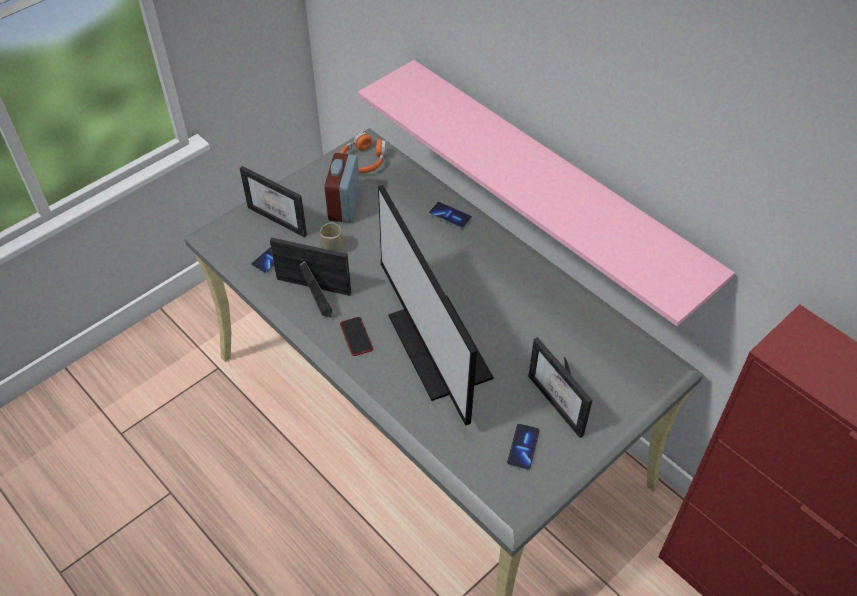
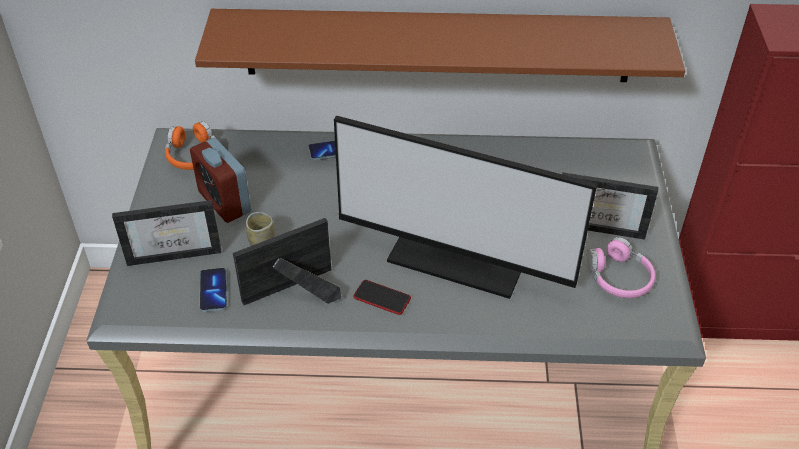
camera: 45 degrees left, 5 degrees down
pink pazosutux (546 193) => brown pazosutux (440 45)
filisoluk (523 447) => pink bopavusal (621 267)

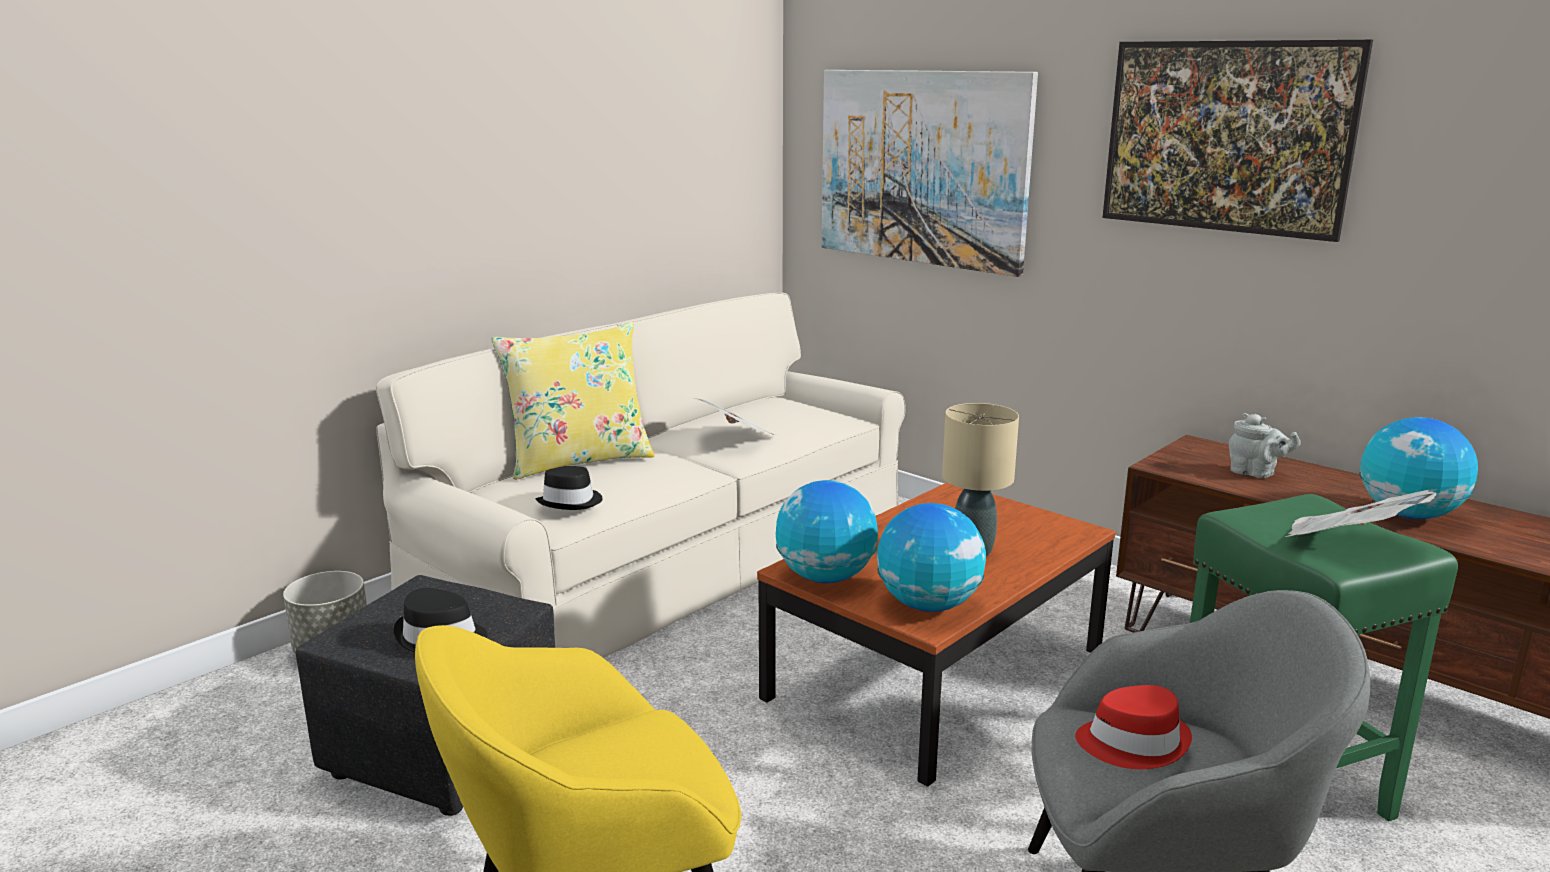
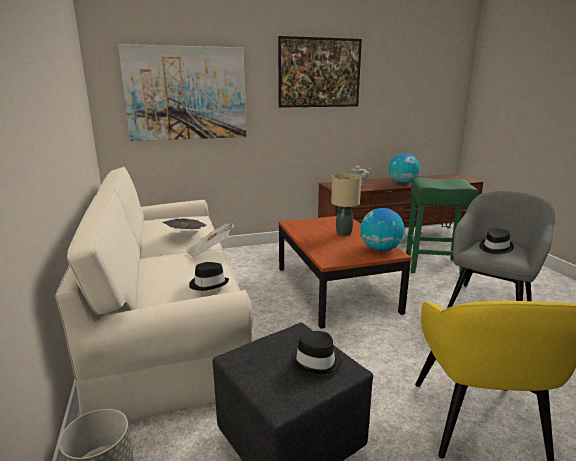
camera: 60 degrees left, 0 degrees up
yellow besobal (573 401) => nothing
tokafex (827 531) => nothing
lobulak (1361 513) => lobulak (210 240), shifted
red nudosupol (1133 727) => black nudosupol (496 241)

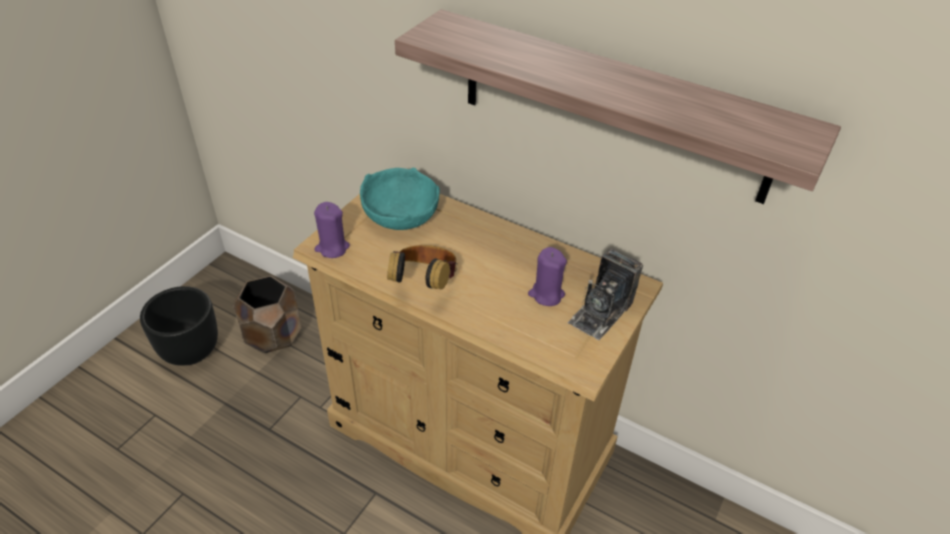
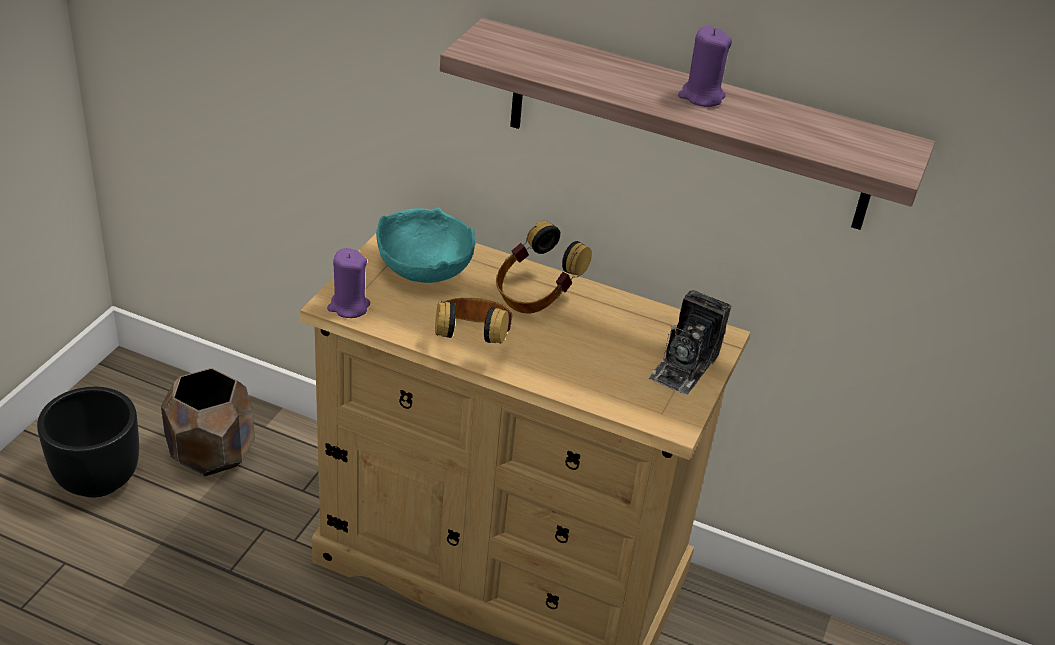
camera: 10 degrees left, 5 degrees down
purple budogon (547 276) => purple budogon (705 66), shifted
nothing => bopavusal (544 267)

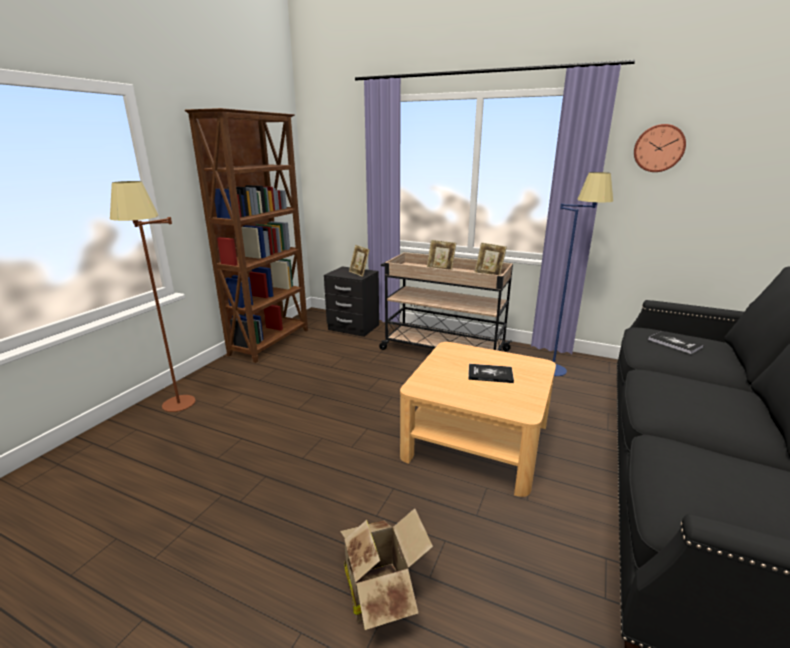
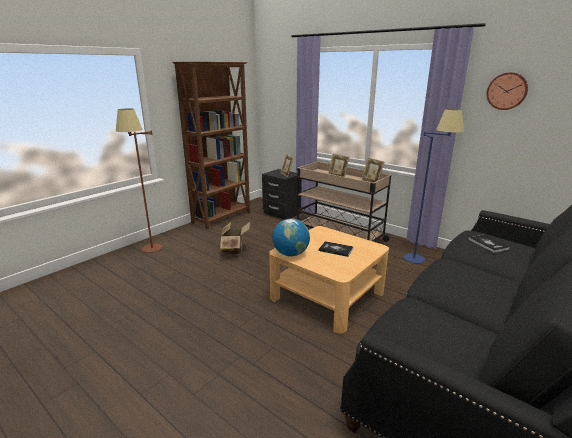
camera: 15 degrees right, 0 degrees up
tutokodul (386 569) => tutokodul (235 238), shifted
nothing => tokafex (291 237)

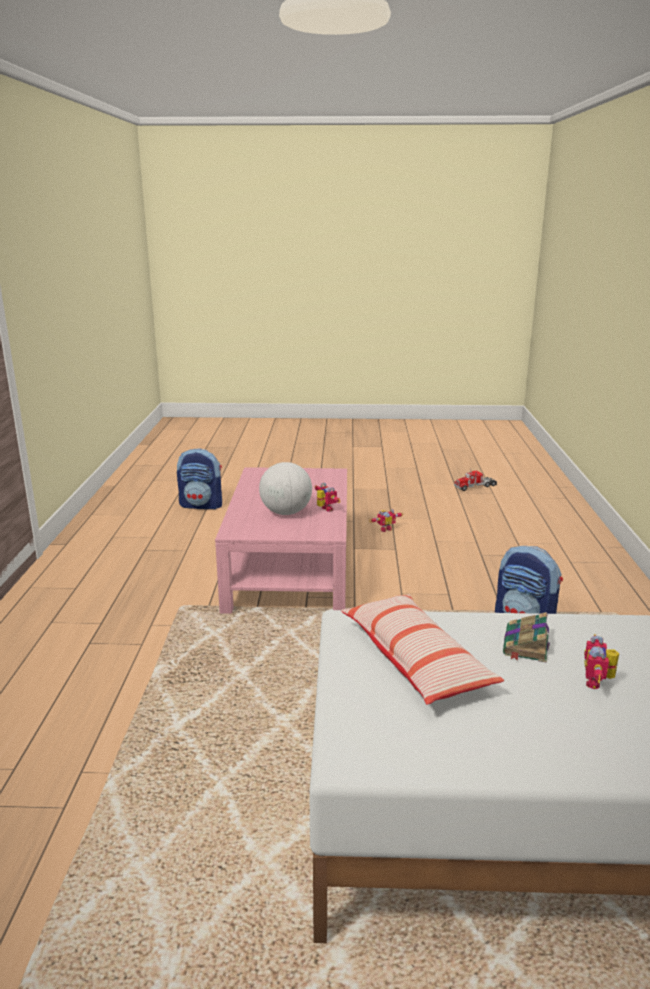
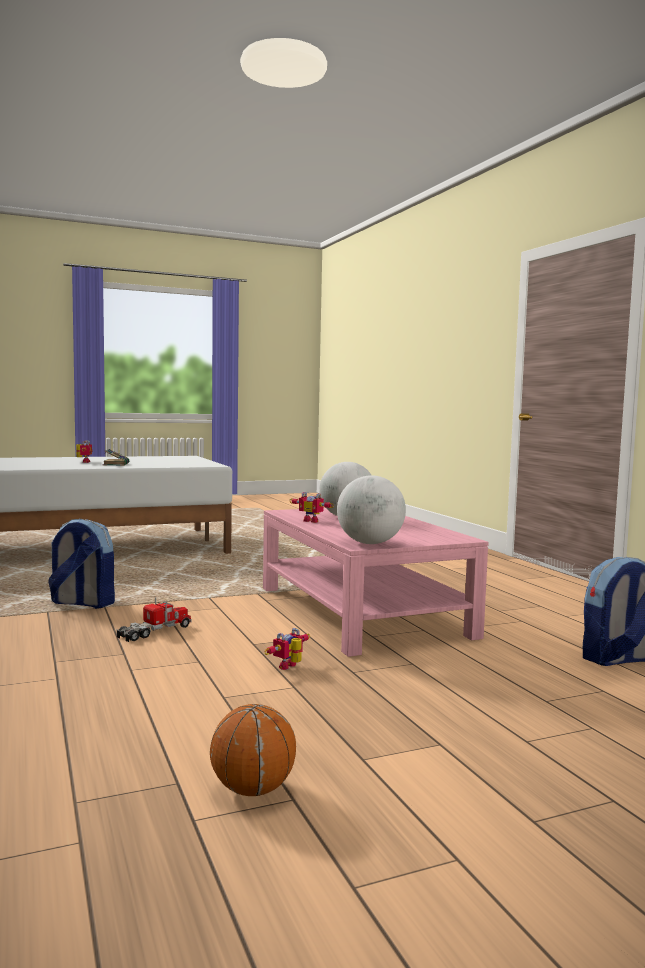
camera: 155 degrees right, 15 degrees down
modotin (475 479) => modotin (154 619), shifted
besobal (422 649) => nothing
nothing => tokafex (371 509)
nothing => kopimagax (253 750)

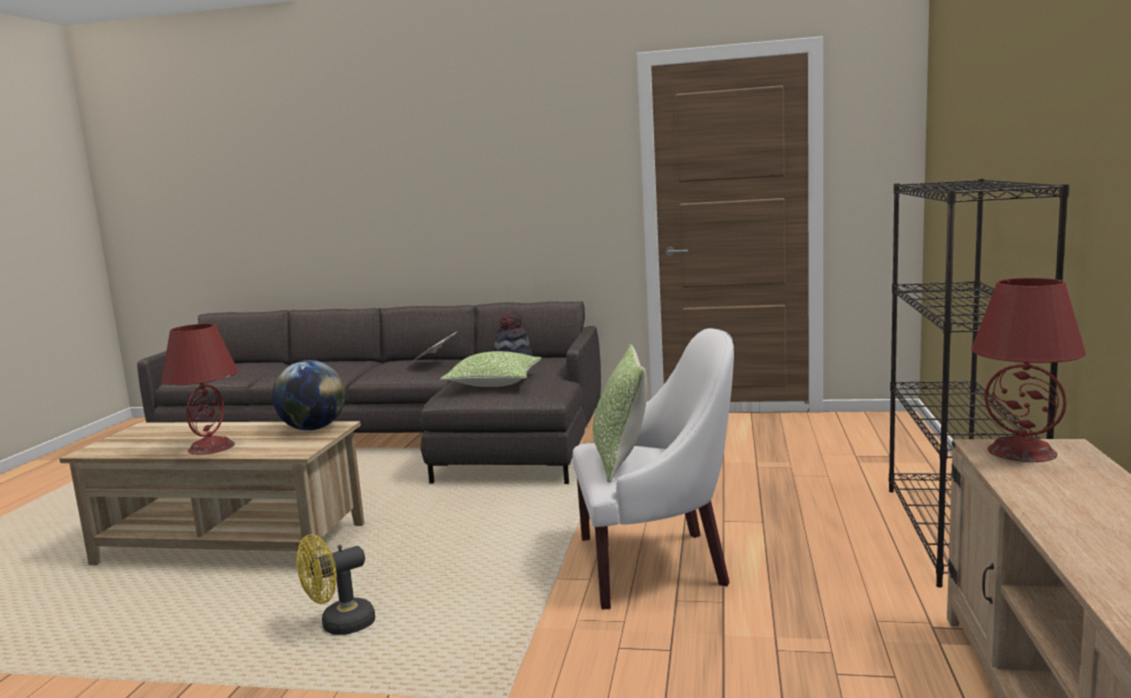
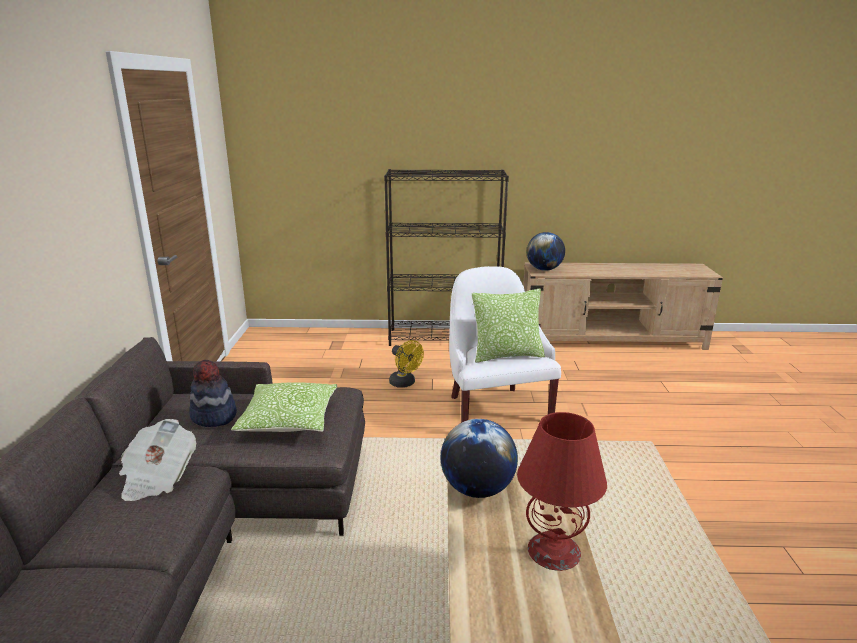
camera: 100 degrees left, 10 degrees up
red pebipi (1028 370) => tokafex (546 251)
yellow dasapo (335 584) => yellow dasapo (406 364), shifted

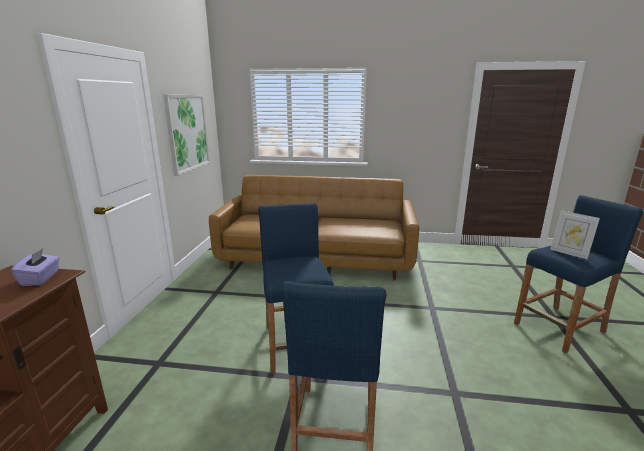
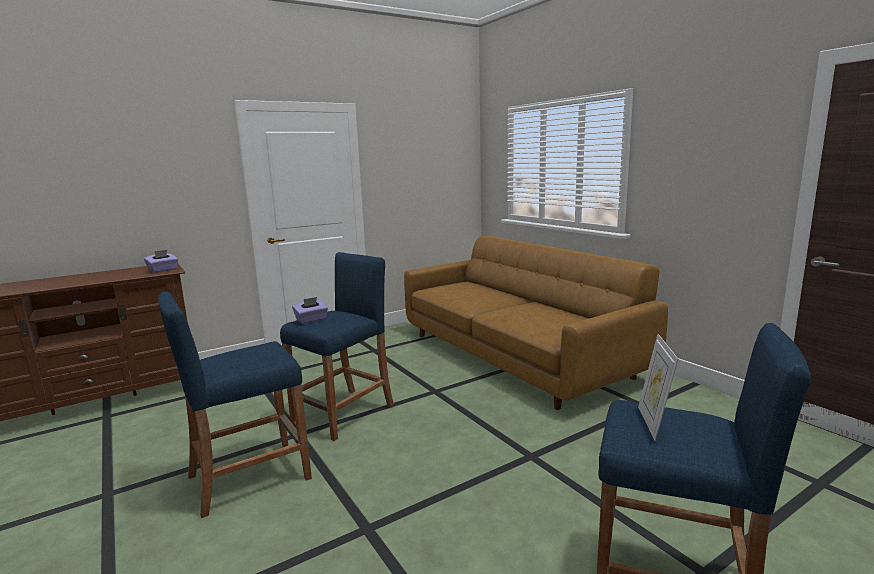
camera: 50 degrees right, 5 degrees down
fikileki (186 135) => nothing
nothing => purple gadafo (310 310)

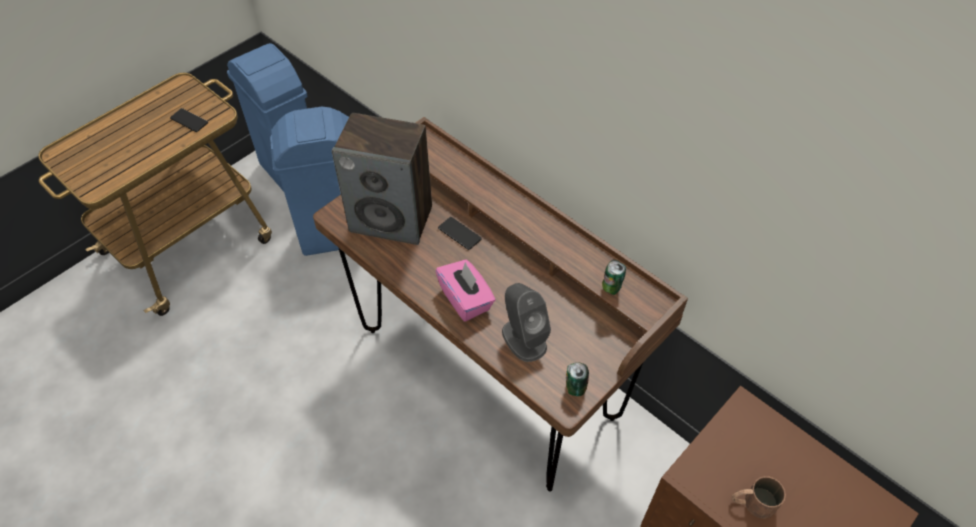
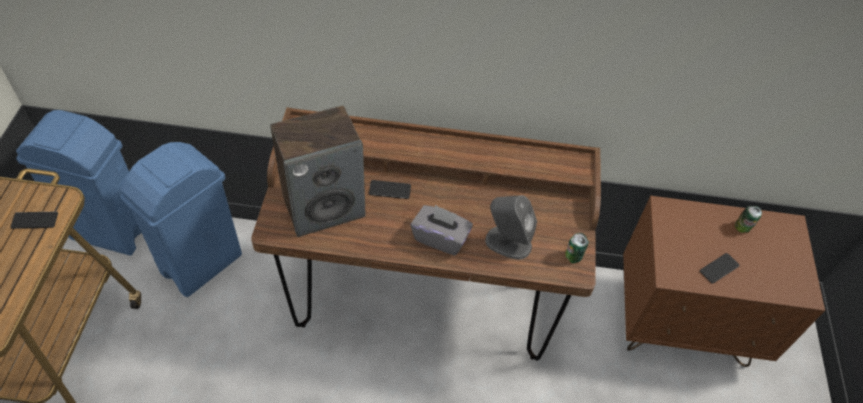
camera: 40 degrees left, 0 degrees up
pink gadafo (466 291) => grey gadafo (442 230)
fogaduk (614 277) => fogaduk (748 219), shifted
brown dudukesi (758 497) => filisoluk (720 268)

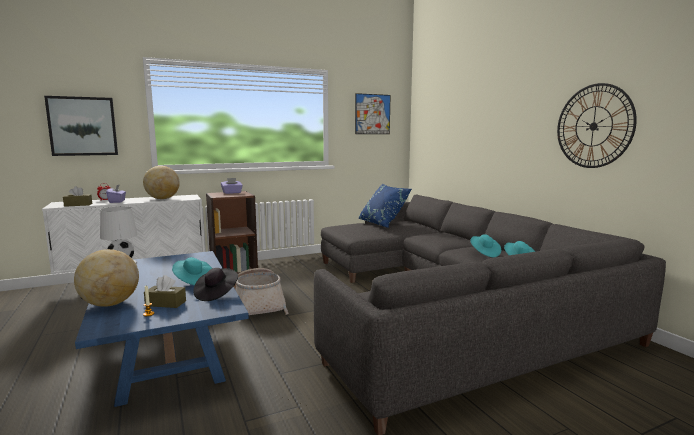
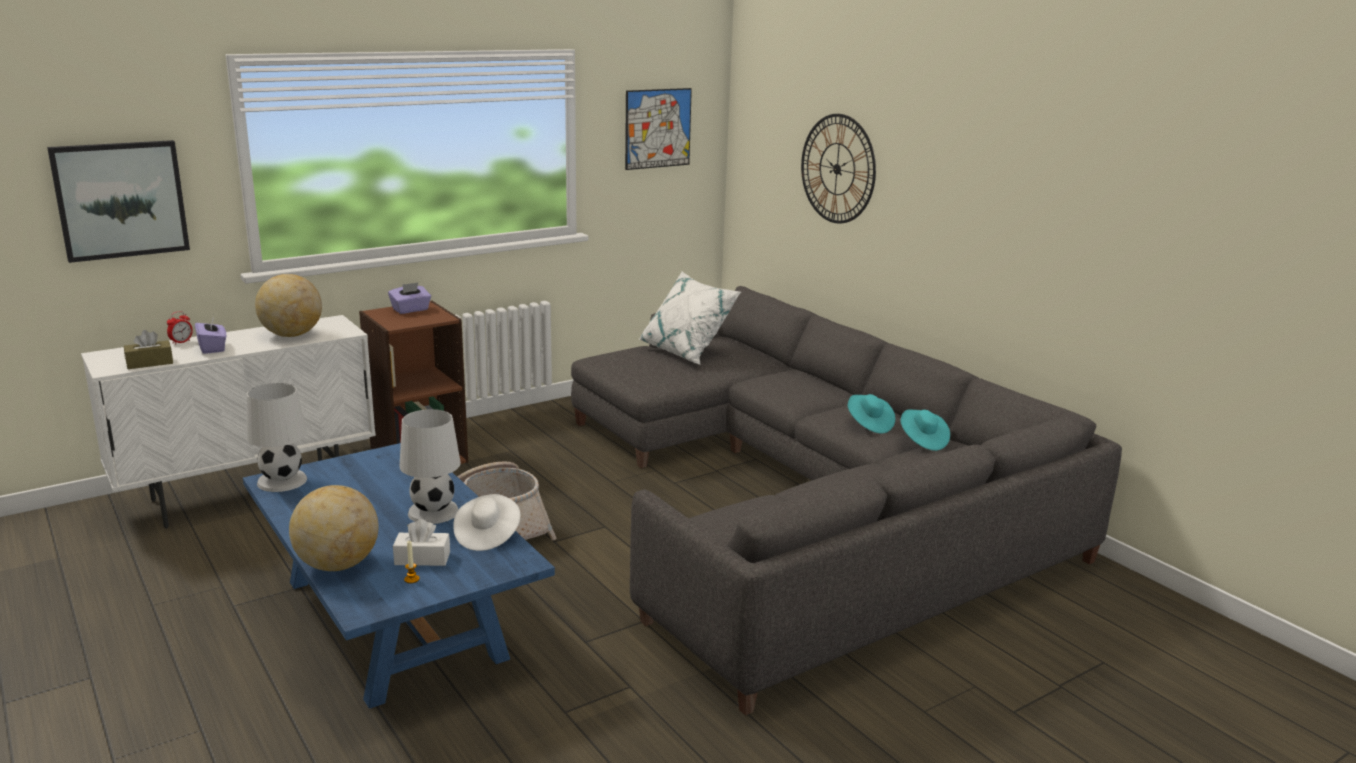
camera: 10 degrees left, 10 degrees up
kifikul (597 125) => kifikul (838 169), shifted
blue besobal (385 206) => white besobal (689 318)
turquoise nudosupol (192 271) => white pebipi (430 466)
black nudosupol (215 284) => white nudosupol (486 522)
brown gadafo (165 291) => white gadafo (421 542)

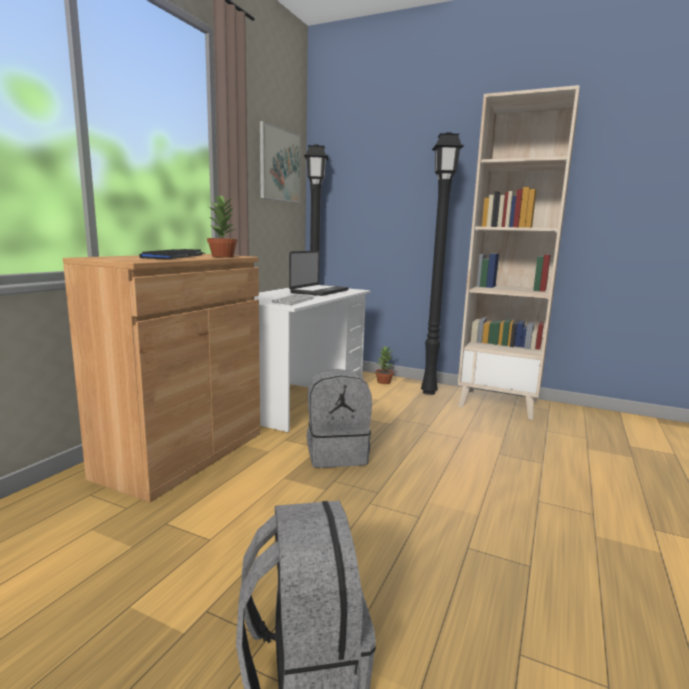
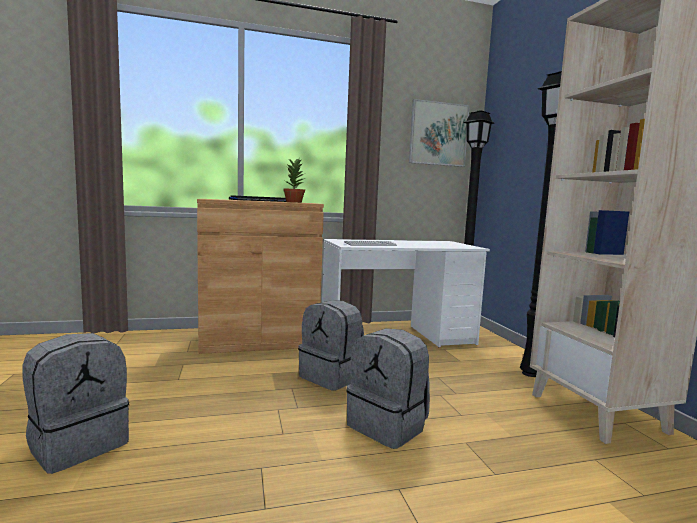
camera: 50 degrees right, 5 degrees down
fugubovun (319 273) => nothing
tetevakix (384 365) => nothing
nothing => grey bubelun (388 388)

